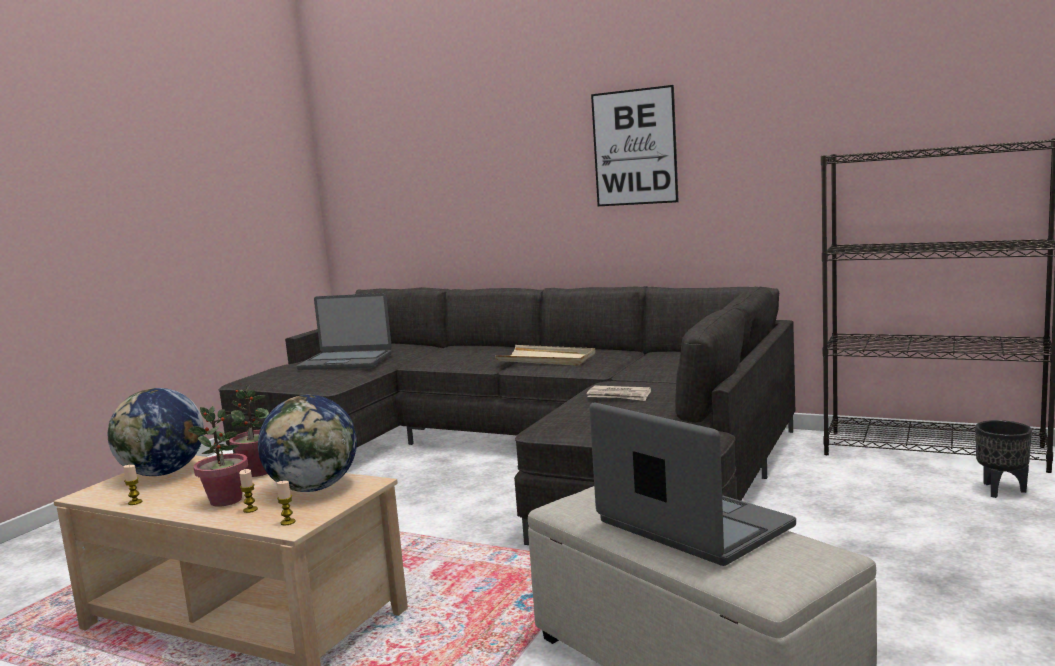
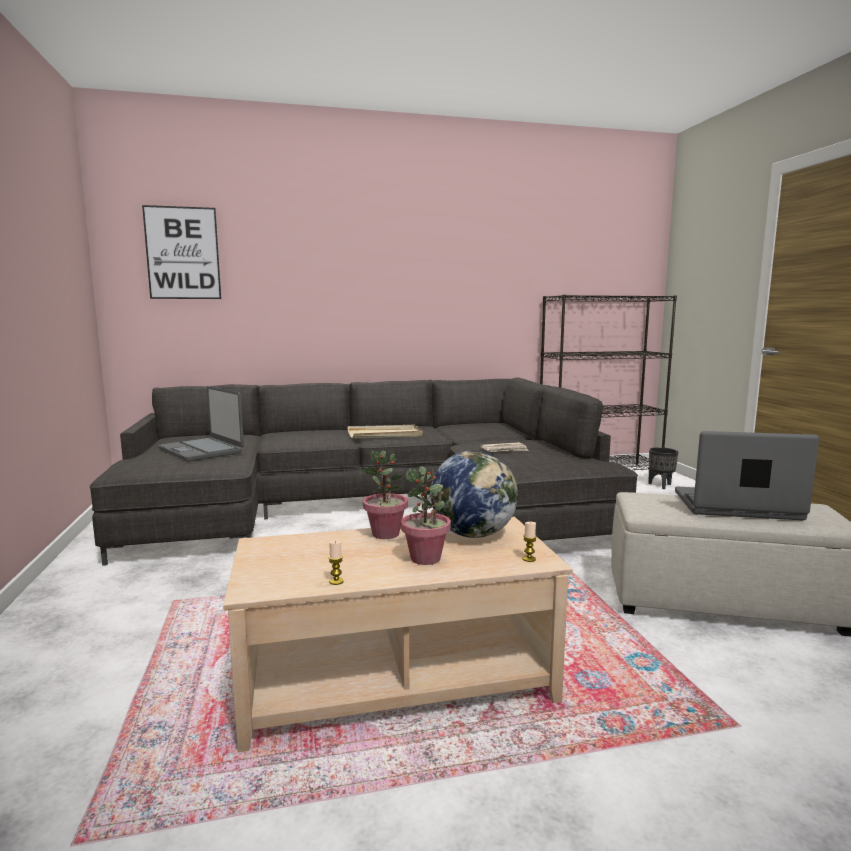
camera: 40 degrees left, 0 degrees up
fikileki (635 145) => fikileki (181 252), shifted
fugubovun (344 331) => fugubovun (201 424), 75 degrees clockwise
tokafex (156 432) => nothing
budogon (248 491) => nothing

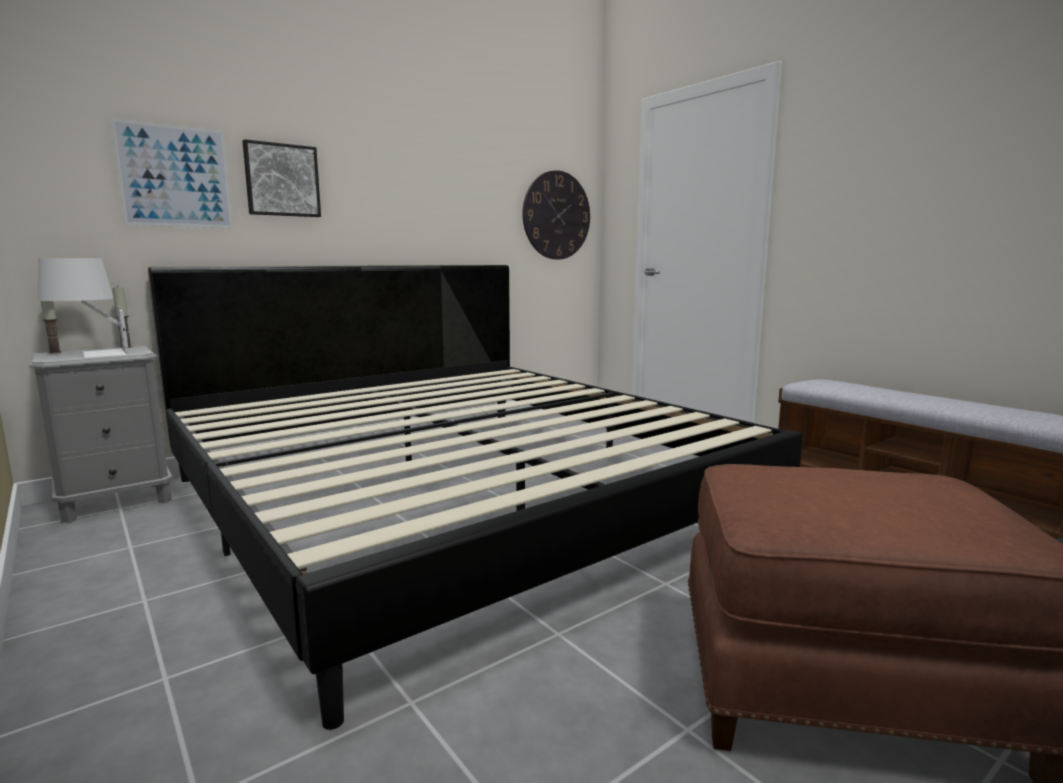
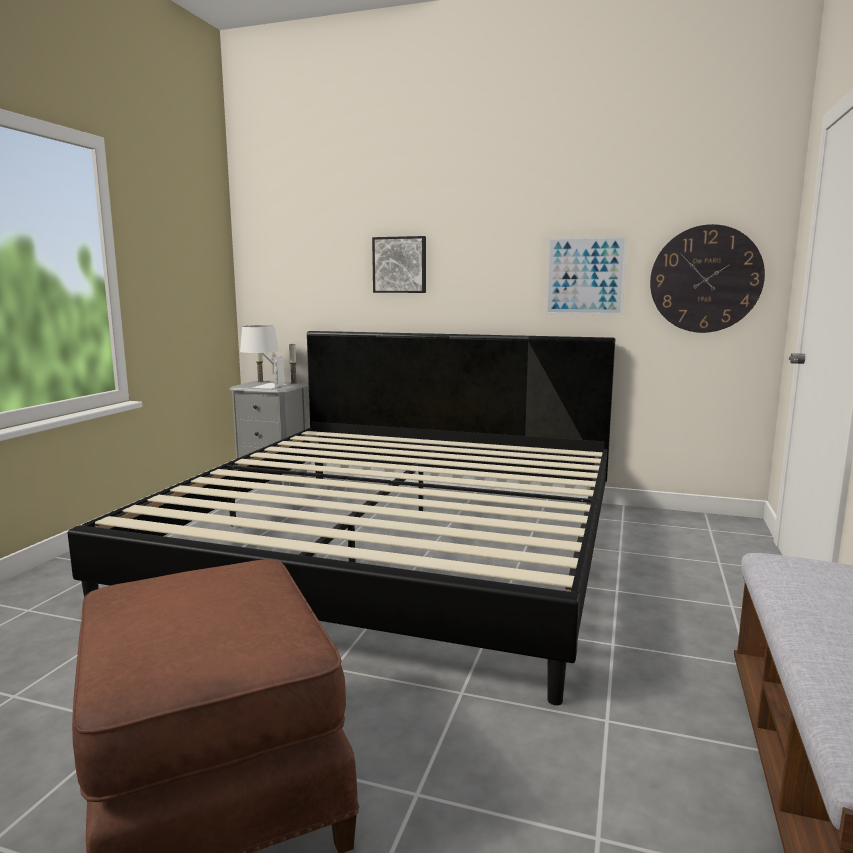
camera: 55 degrees right, 0 degrees up
fikileki (171 173) => fikileki (586 275), shifted

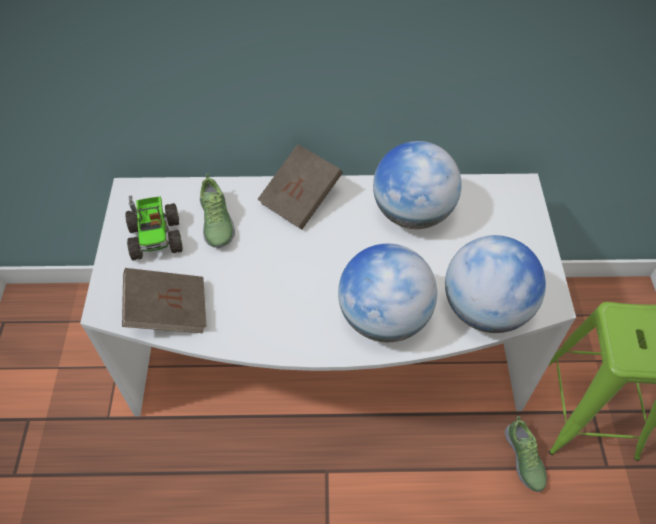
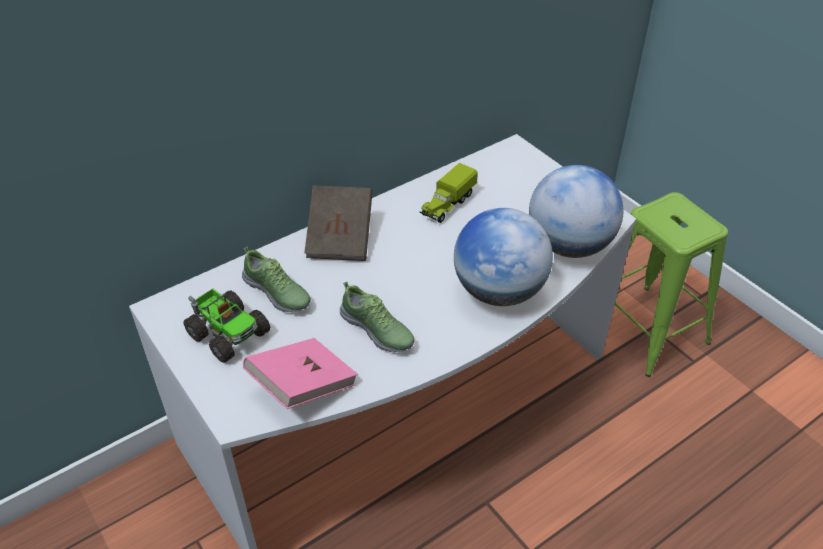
camera: 35 degrees left, 10 degrees down
tokafex (417 185) => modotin (448 193)
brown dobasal (164 300) => pink dobasal (300 373)
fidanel (526 454) => fidanel (377 317), shifted

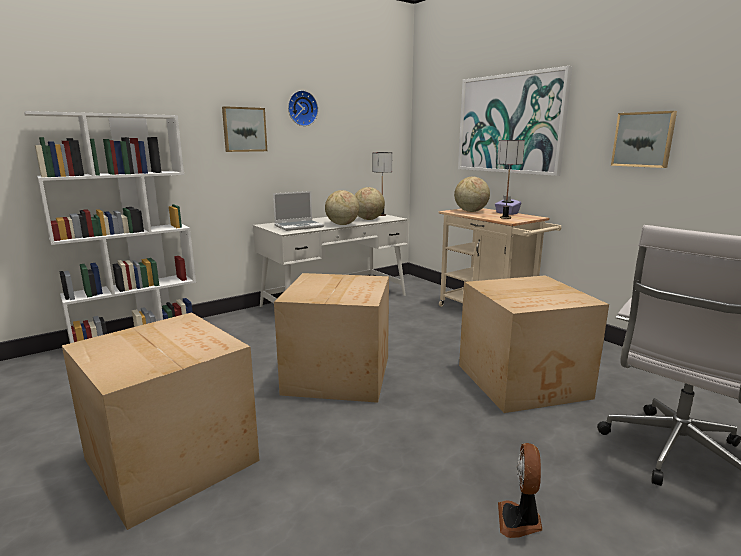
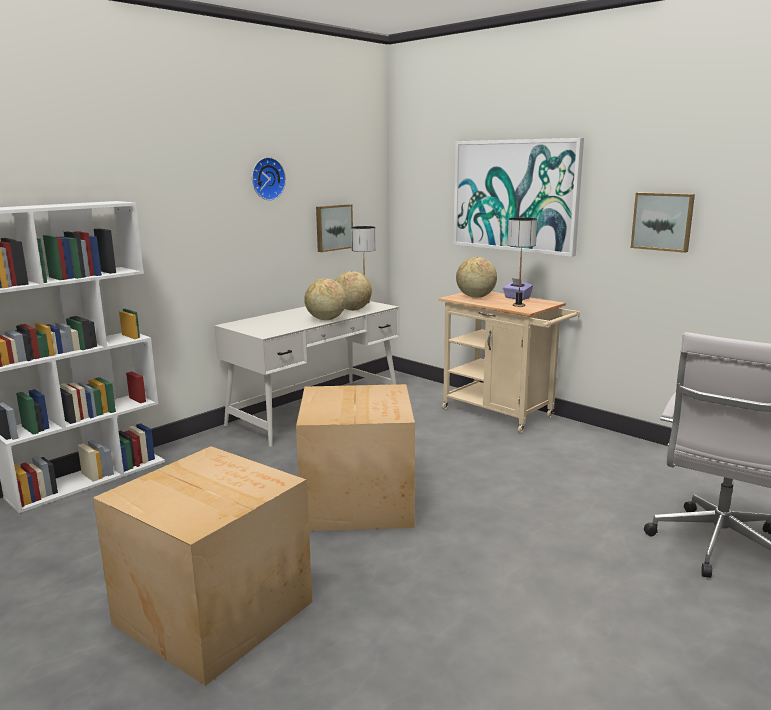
camera: 10 degrees left, 0 degrees up
fikileki (244 129) => fikileki (334 228), shifted
fugubovun (298 211) => nothing
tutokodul (534 344) => nothing
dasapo (520 490) => nothing

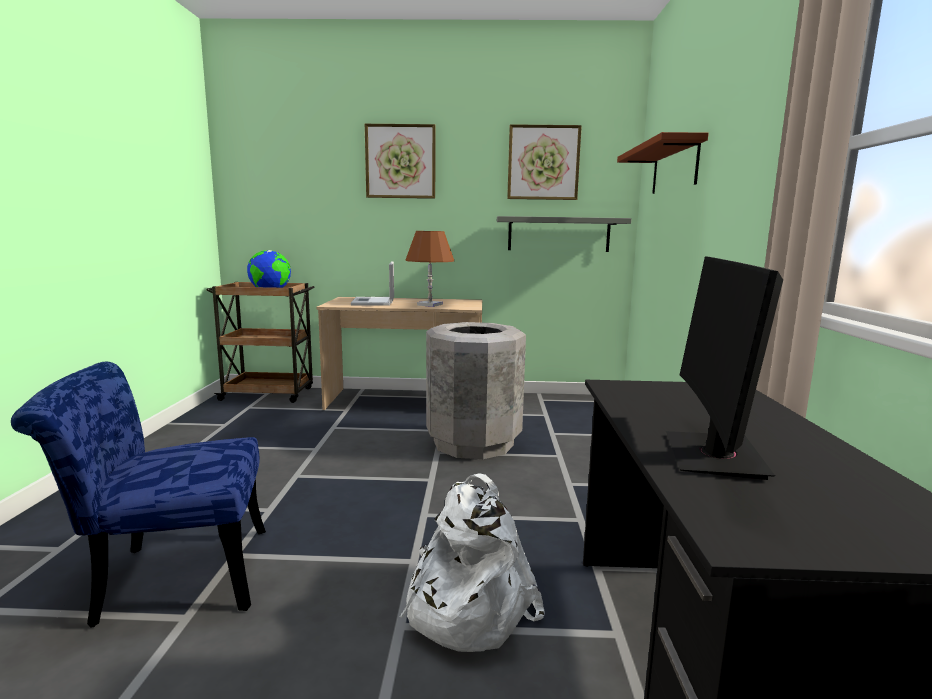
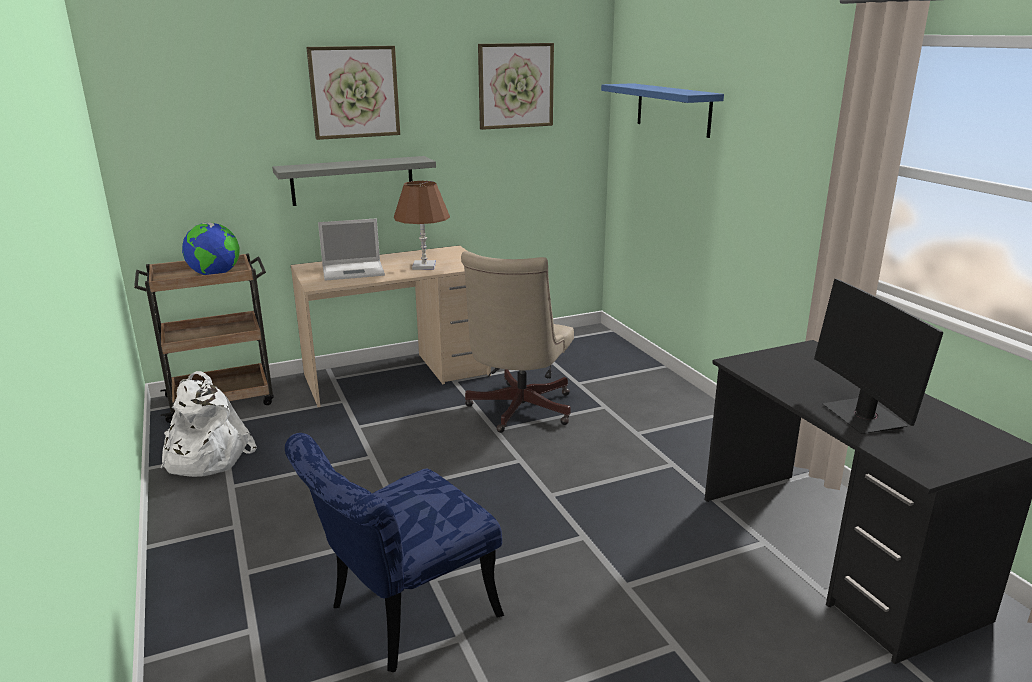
camera: 25 degrees left, 10 degrees up
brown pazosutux (663 163) => blue pazosutux (662 110)
grey pazosutux (564 234) => grey pazosutux (354 181), shifted
fugubovun (372 283) => fugubovun (351 249), 75 degrees counterclockwise
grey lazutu (476 390) => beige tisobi (517 342)
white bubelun (472 562) => white bubelun (208 424), shifted

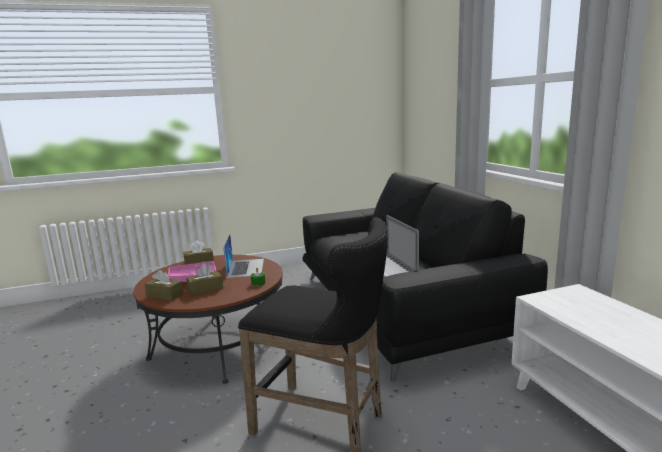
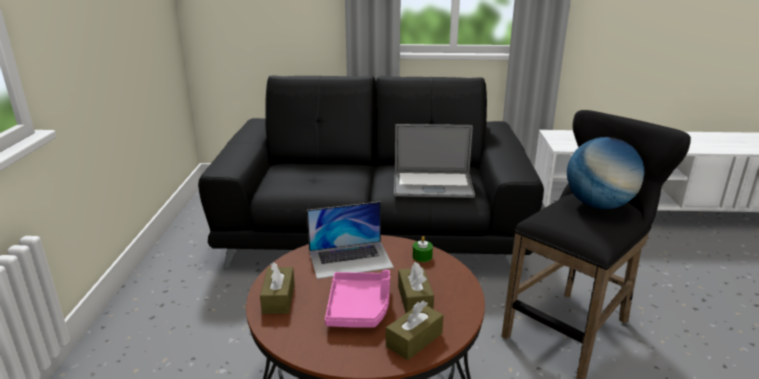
camera: 70 degrees left, 10 degrees up
fugubovun (243 256) => fugubovun (350 240), 150 degrees clockwise
nothing => tokafex (605 173)

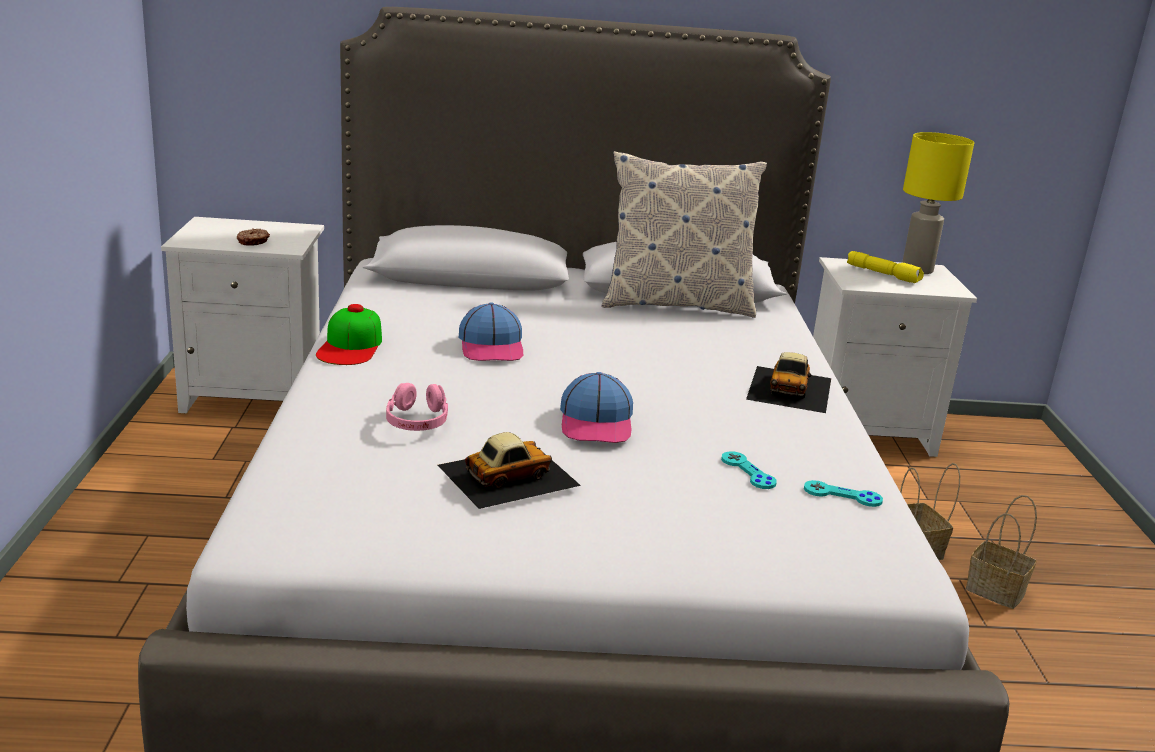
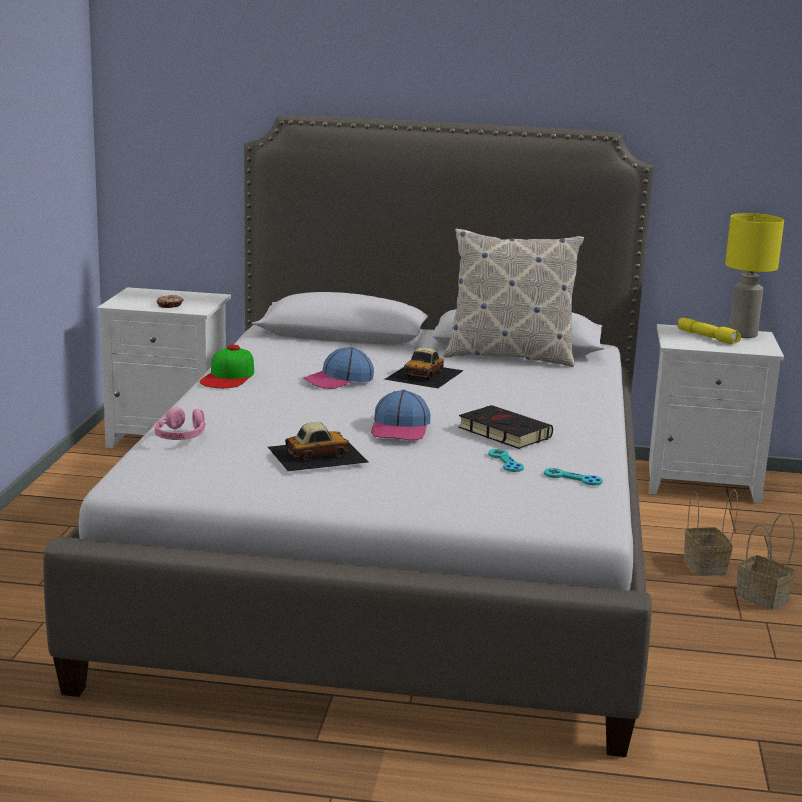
camera: 10 degrees right, 5 degrees down
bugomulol (491 331) => bugomulol (338 368), 60 degrees clockwise
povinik (788 382) => povinik (424 367), shifted
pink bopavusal (417 407) => pink bopavusal (180 423), shifted
nothing => black dobasal (505 427)

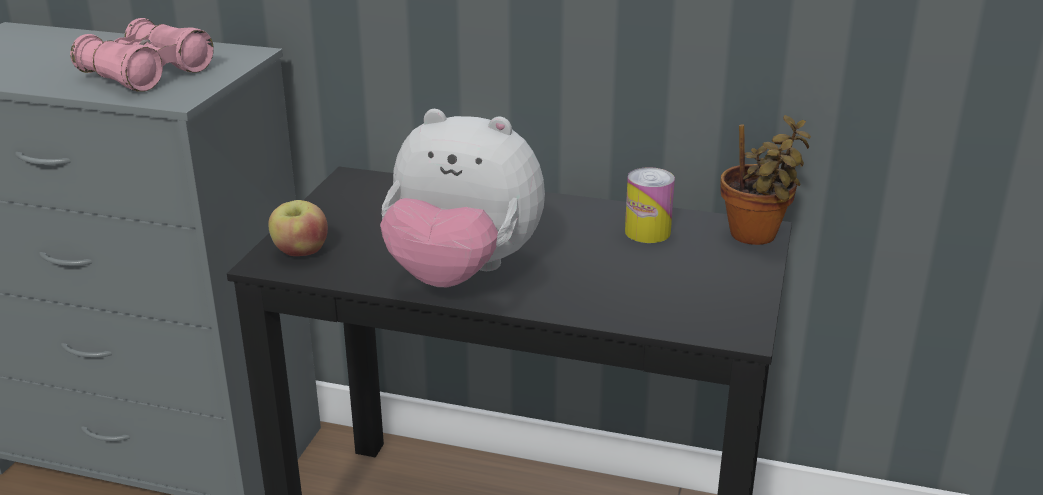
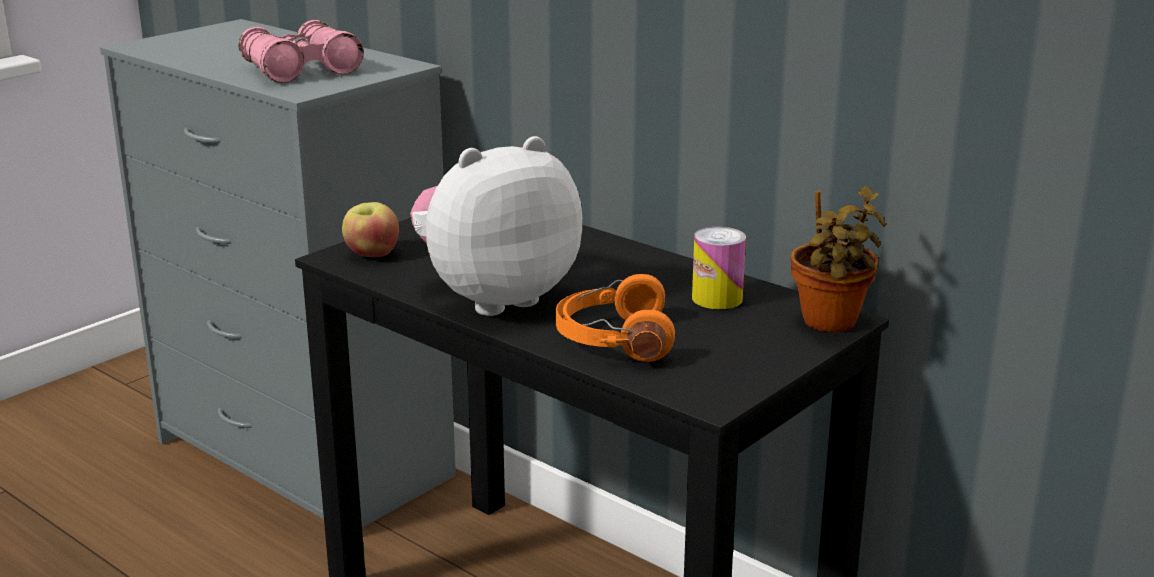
camera: 25 degrees right, 5 degrees down
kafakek (462 198) => kafakek (496 226), 105 degrees clockwise
nothing => orange bopavusal (615 318)

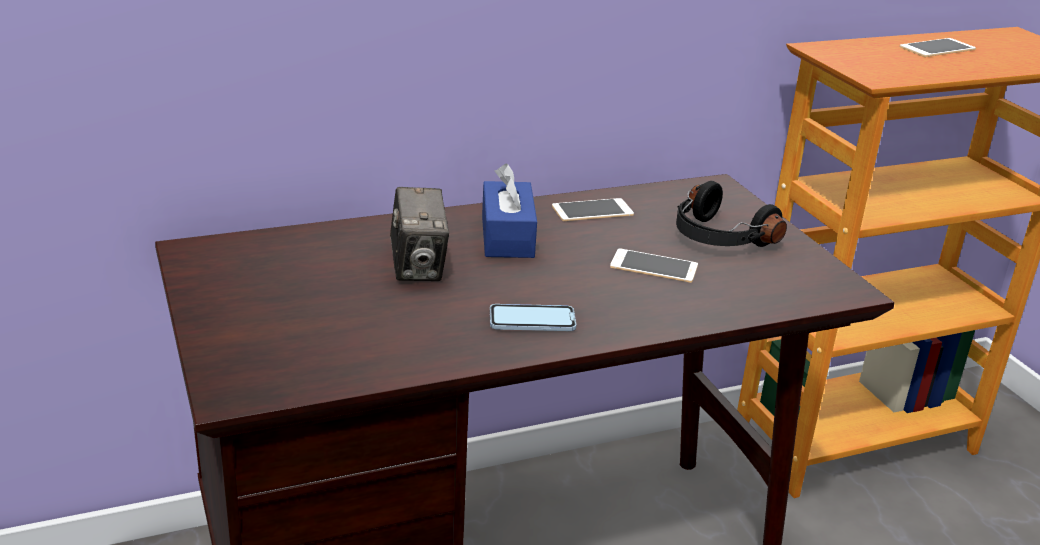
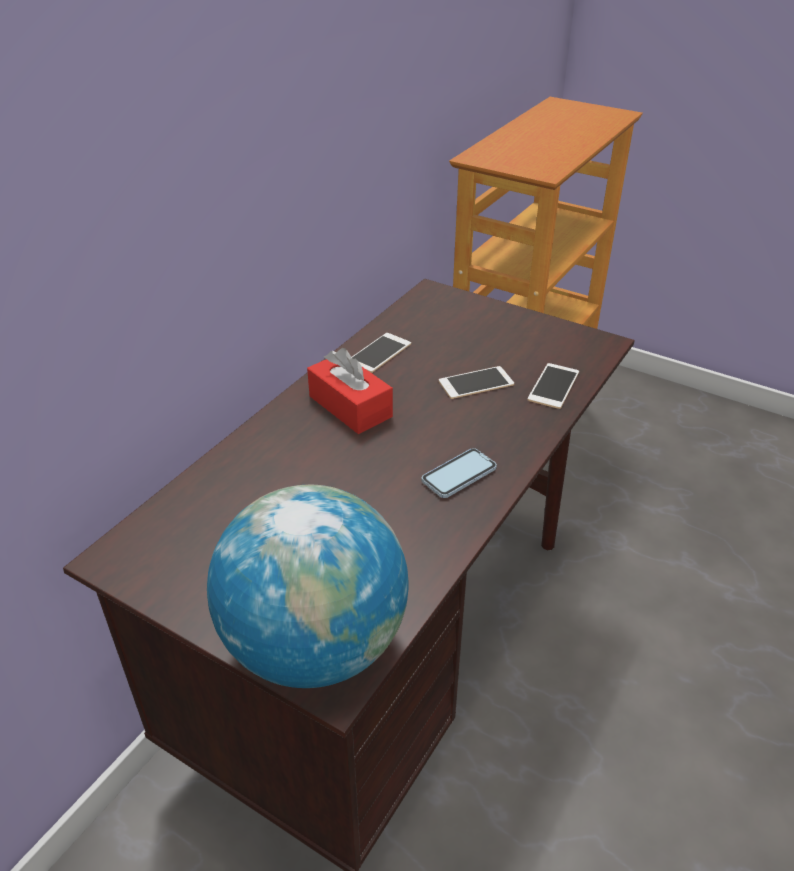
camera: 35 degrees left, 10 degrees up
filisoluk (938 47) => filisoluk (553 386), shifted
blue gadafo (509 210) => red gadafo (350 391)
black bopavusal (731 214) => nothing
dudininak (419 234) => nothing
nothing => tokafex (308 586)

